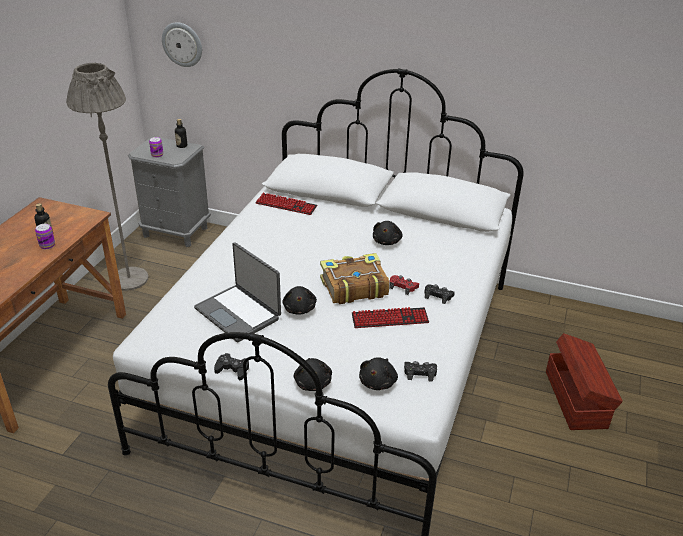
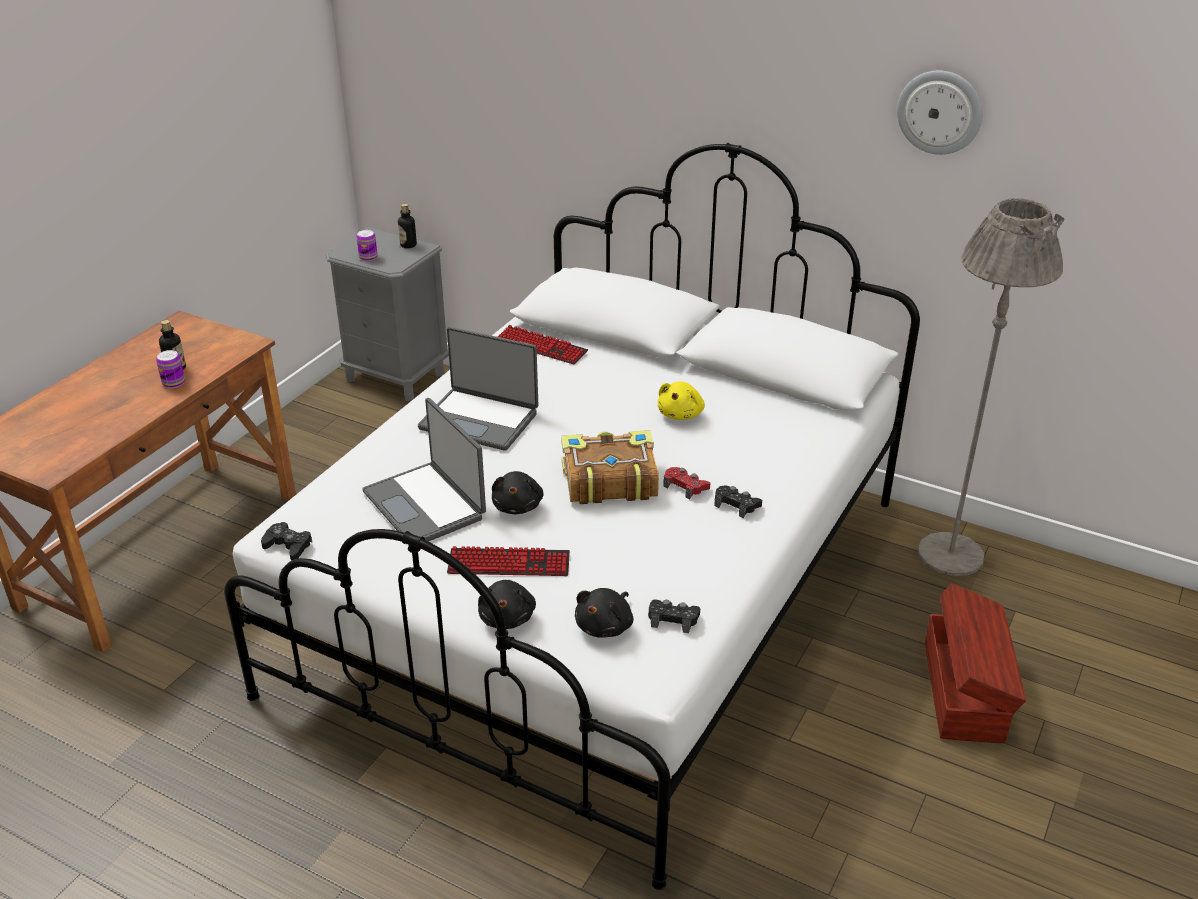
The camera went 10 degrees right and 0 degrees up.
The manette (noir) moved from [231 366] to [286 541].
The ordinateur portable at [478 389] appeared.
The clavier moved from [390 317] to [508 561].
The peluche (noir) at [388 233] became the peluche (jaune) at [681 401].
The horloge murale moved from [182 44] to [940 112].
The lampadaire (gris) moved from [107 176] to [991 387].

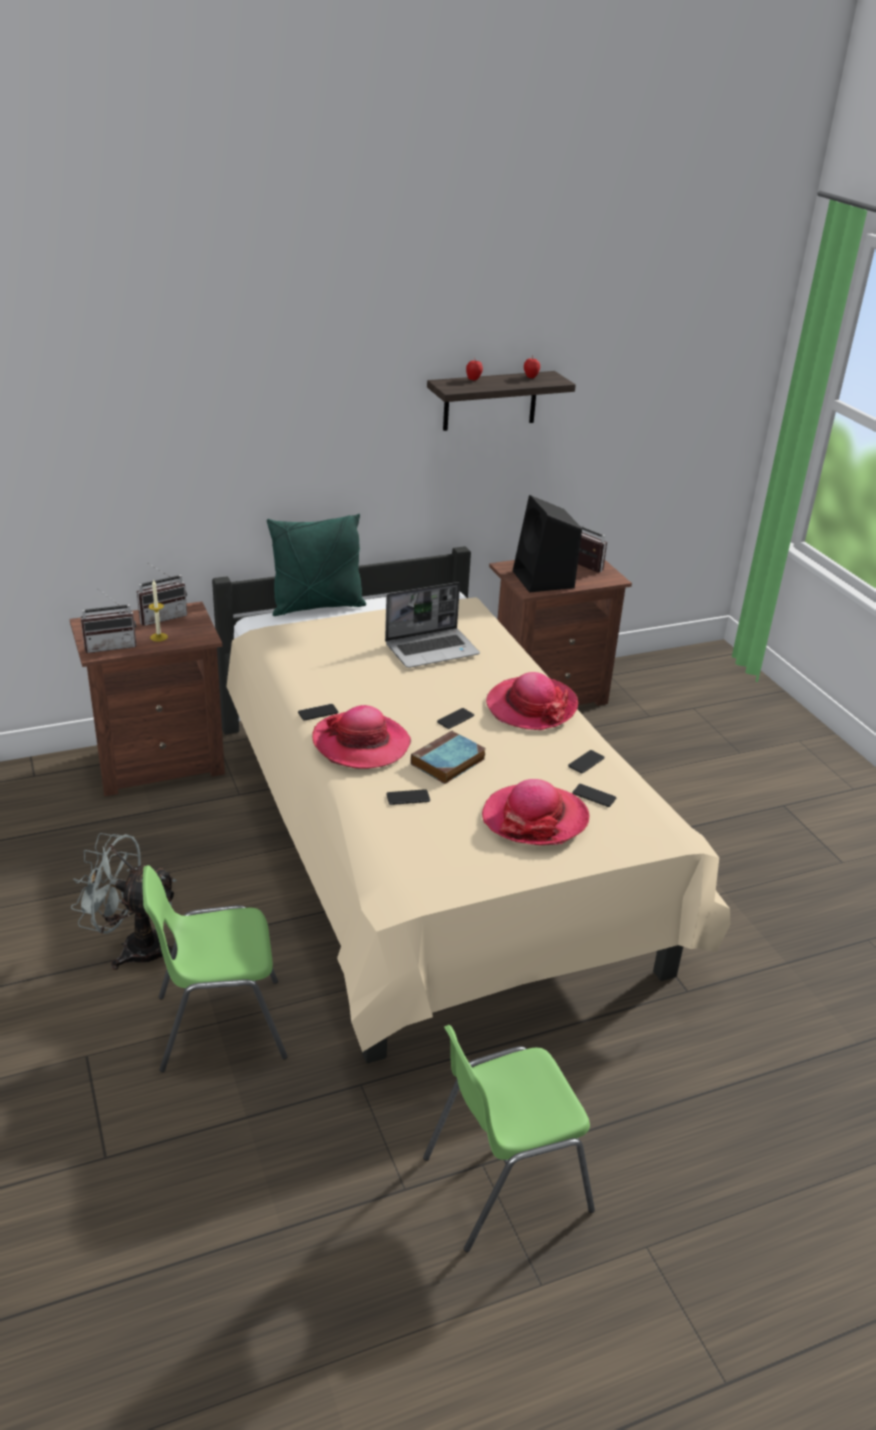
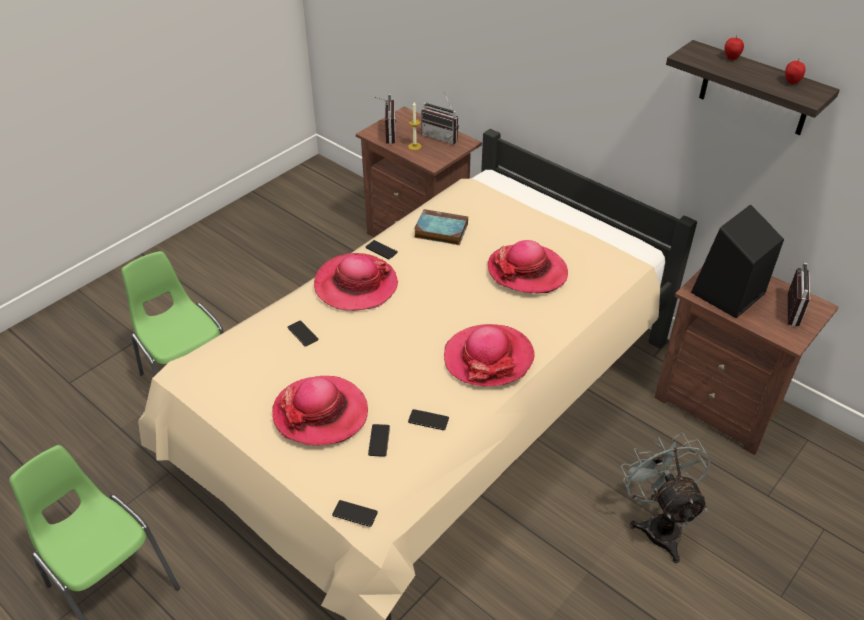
The camera went 65 degrees right and 10 degrees up.
The téléphone moved from [455 718] to [355 513].
The radio at [109 620] turned 135 degrees counterclockwise.
The livre moved from [448 757] to [441 227].
The ordinateur portable at [432 625] was replaced by the chapeau at [528 266].
The ventilateur (gris) moved from [123 901] to [665 497].
The coussin (vert) at [316 565] disappeared.

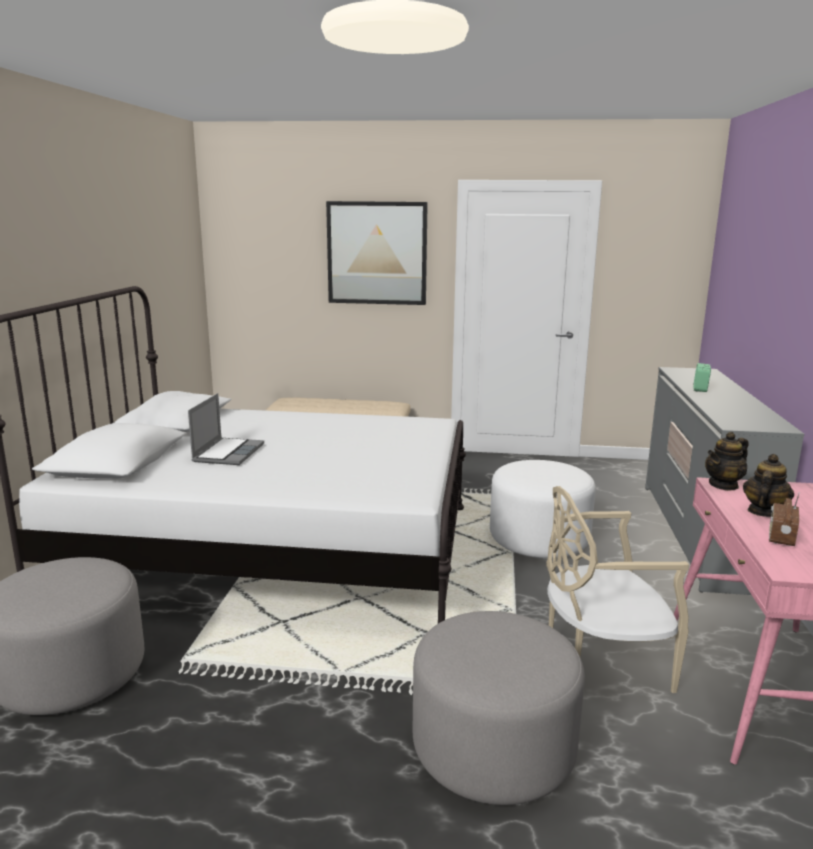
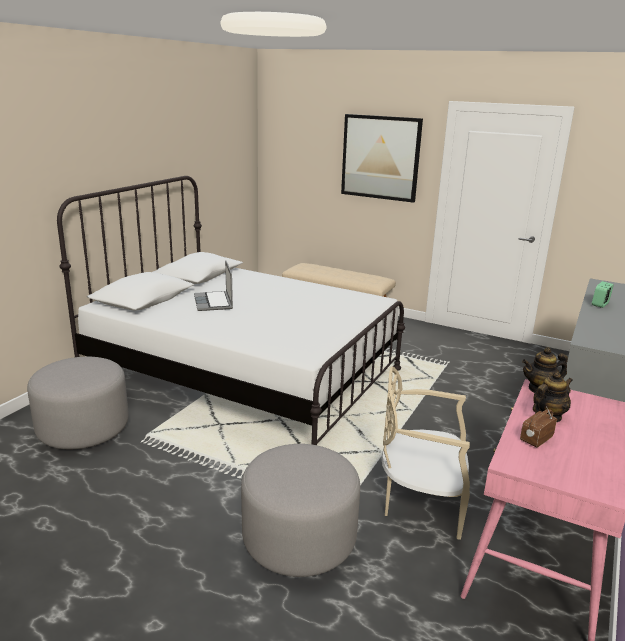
The camera went 20 degrees right and 5 degrees up.
The ordinateur portable at [226 429] turned 135 degrees clockwise.
The pouf (blanc) at [543 509] disappeared.

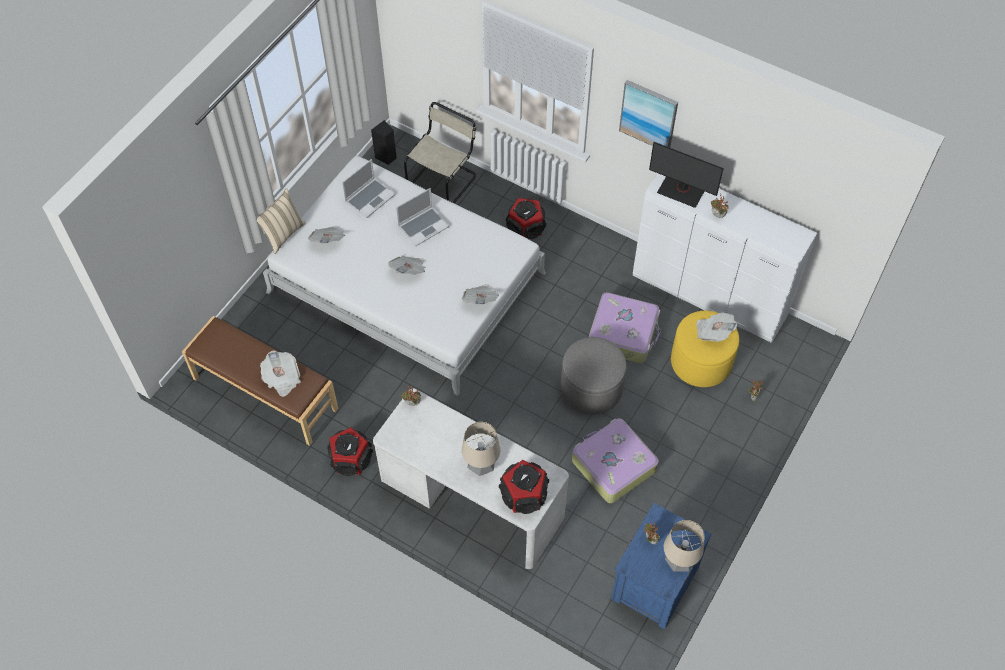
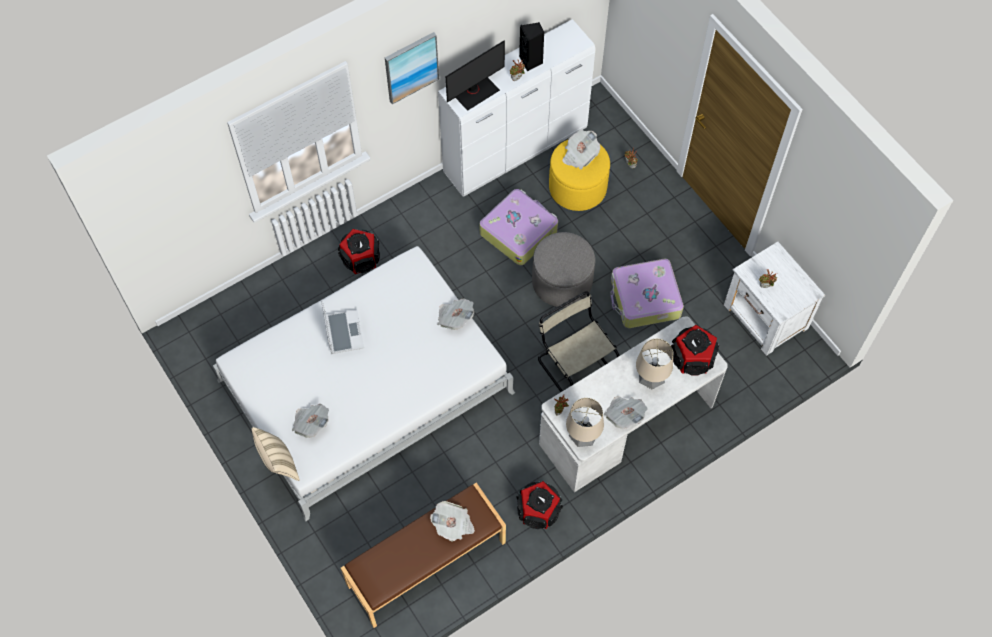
The camera went 65 degrees left and 5 degrees up.
The enceinte (noir) moved from [384 142] to [532 46].
The chaise (beige) moved from [440 152] to [578 341].
The lampe de table moved from [684 546] to [585 422].
The journal moved from [407 265] to [626 412].
The table de chevet (bleu) at [661 566] became the table de chevet (blanc) at [775 299].
The ordinateur portable at [368 188] disappeared.

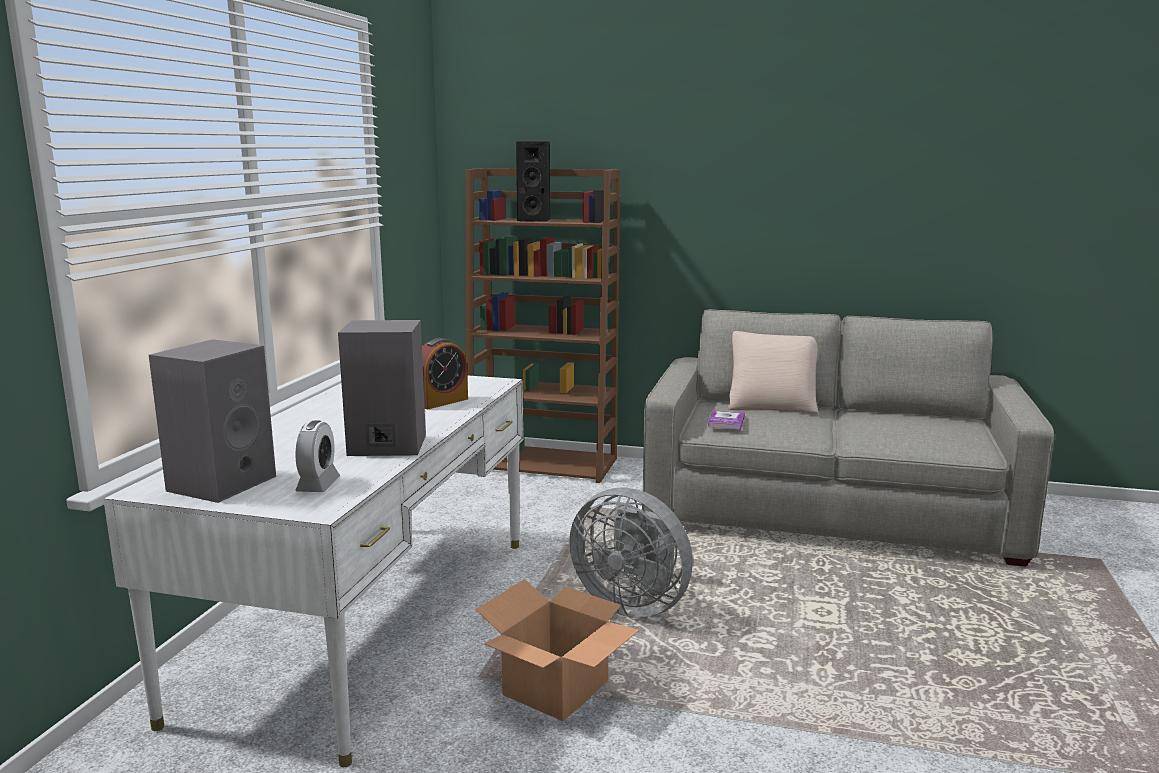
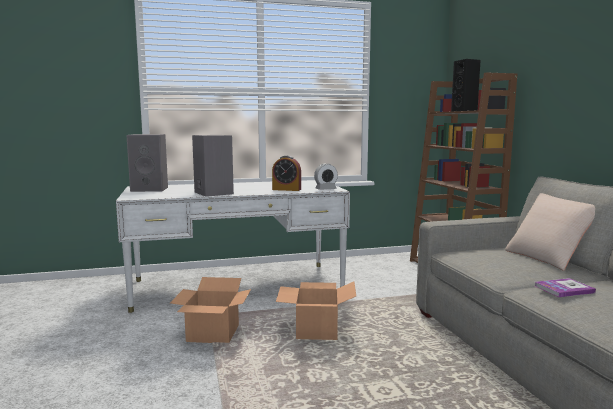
The camera went 60 degrees right and 5 degrees down.
The ventilateur (gris) at [631 552] was replaced by the carton at [316 311].
The réveil moved from [317 456] to [326 176].
The livre moved from [726 420] to [565 287].

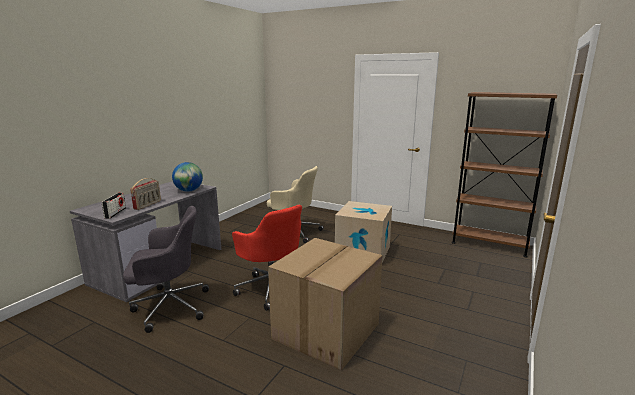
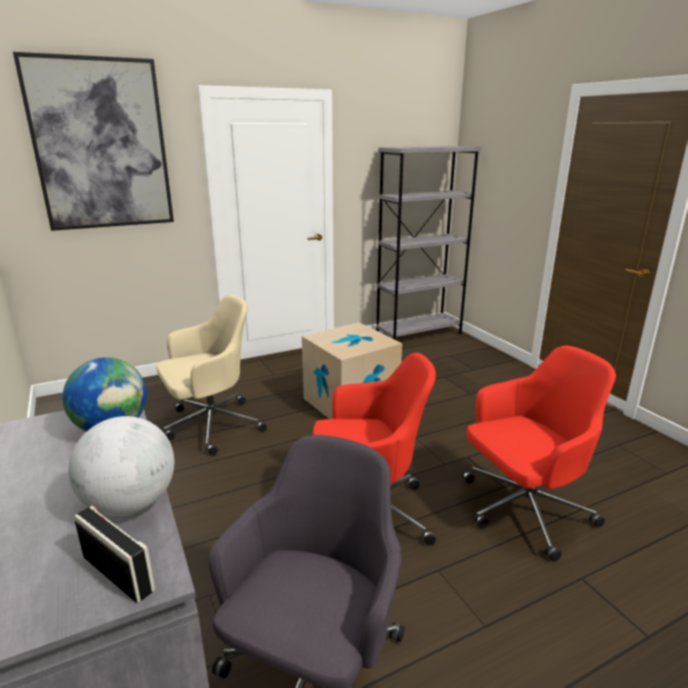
The camera went 55 degrees left and 5 degrees up.
The tableau at [93 141] appeared.
The radio at [145 194] was replaced by the globe at [121 466].
The bibliothèque (marron) at [504 174] became the bibliothèque (gris) at [428 243].
The carton at [325 304] was replaced by the chaise de bureau (rouge) at [539 453].

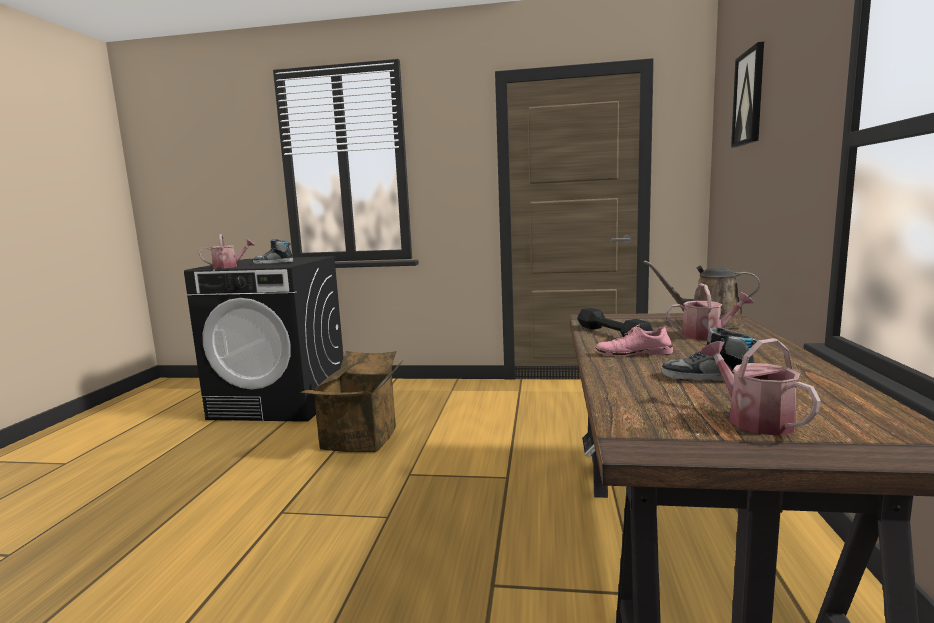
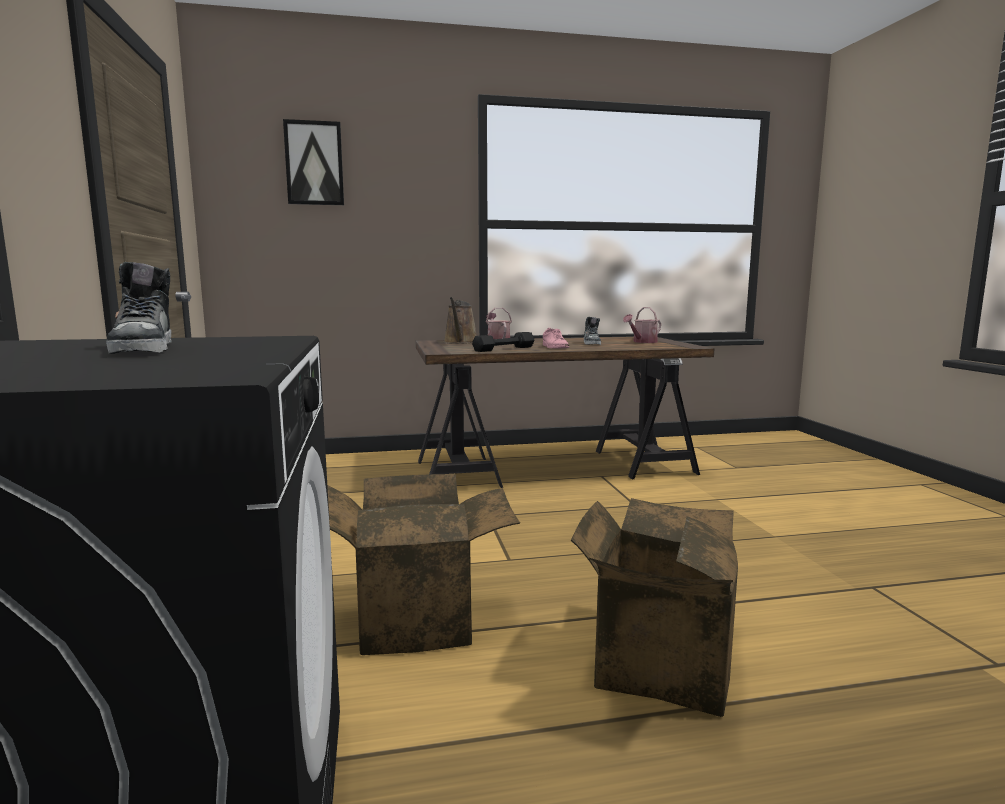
The camera went 110 degrees left and 0 degrees up.
The carton at [654 607] appeared.
The arrosoir at [227 251] disappeared.

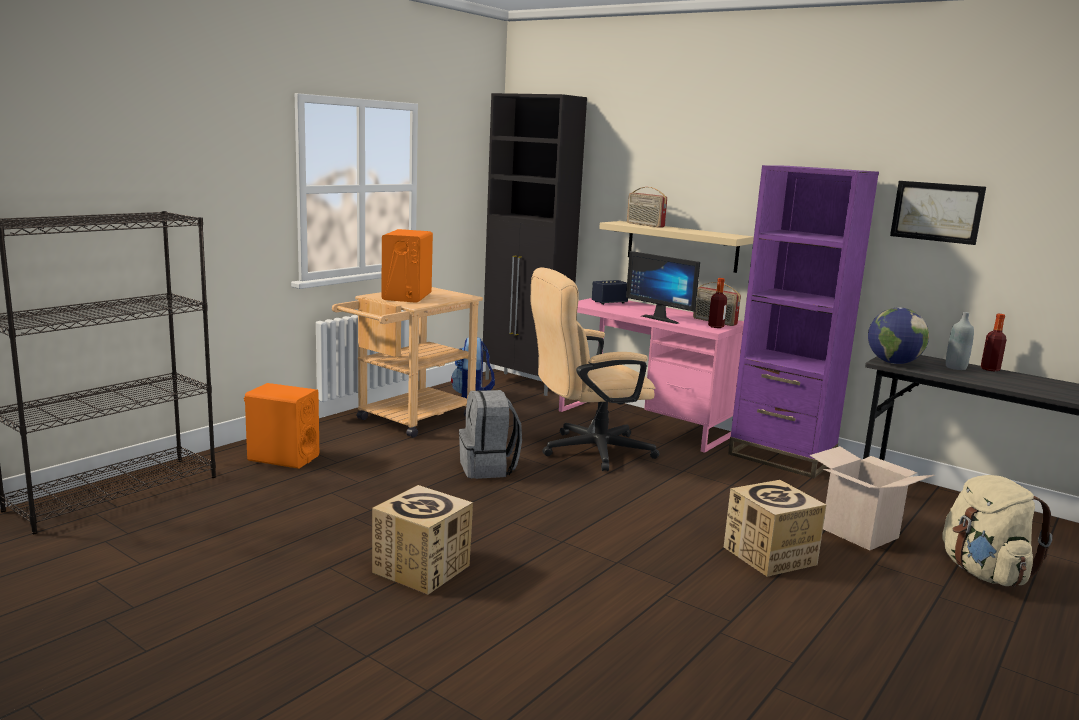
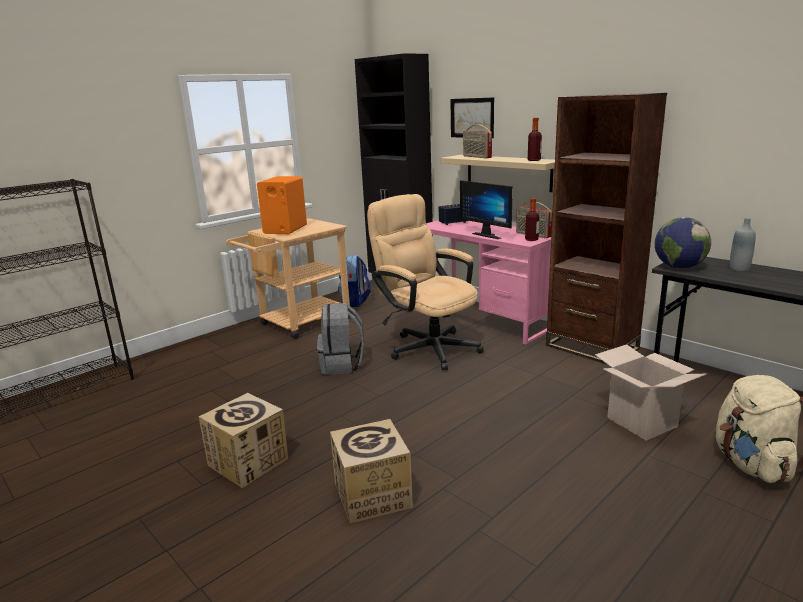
The camera went 10 degrees right and 5 degrees up.
The carton moved from [775 528] to [371 471].
The chaise de bureau (beige) at [595 369] turned 60 degrees clockwise.
The tableau moved from [938 213] to [472 117].
The bouteille moved from [994 343] to [535 139].
The bibliothèque (violet) at [803 321] became the bibliothèque (marron) at [606 229].
The enceinte (orange) at [281 426] disappeared.

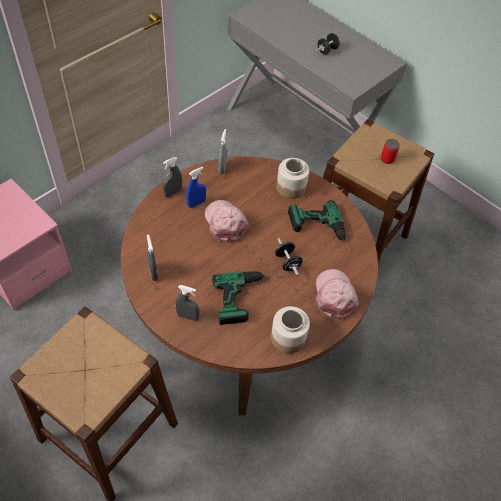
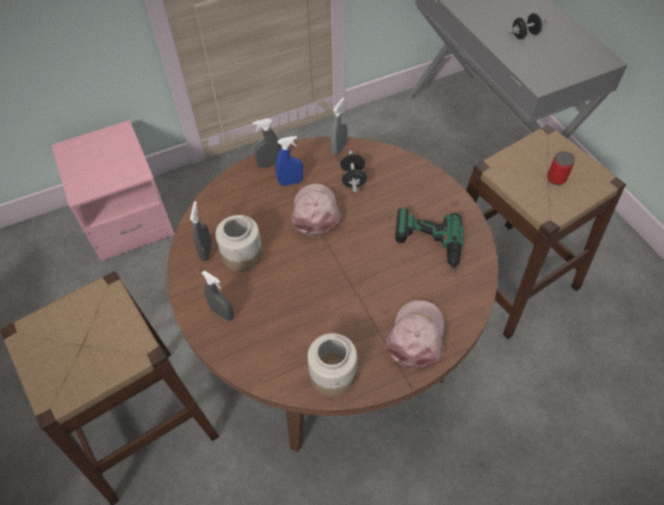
The camera went 25 degrees right and 0 degrees up.
The bocal moved from [292 178] to [239 243].
The haltère (noir) moved from [289 257] to [353 171].
The perceuse at [243 298] disappeared.

